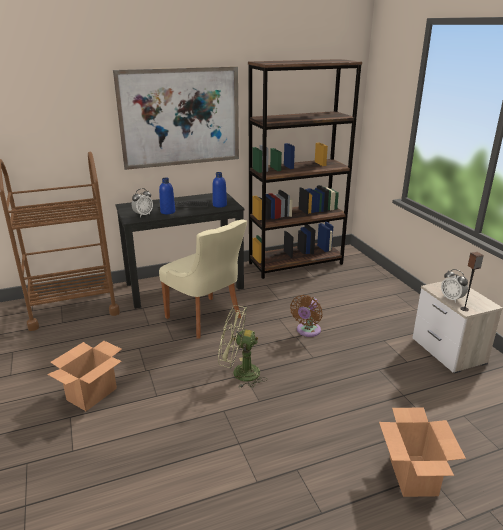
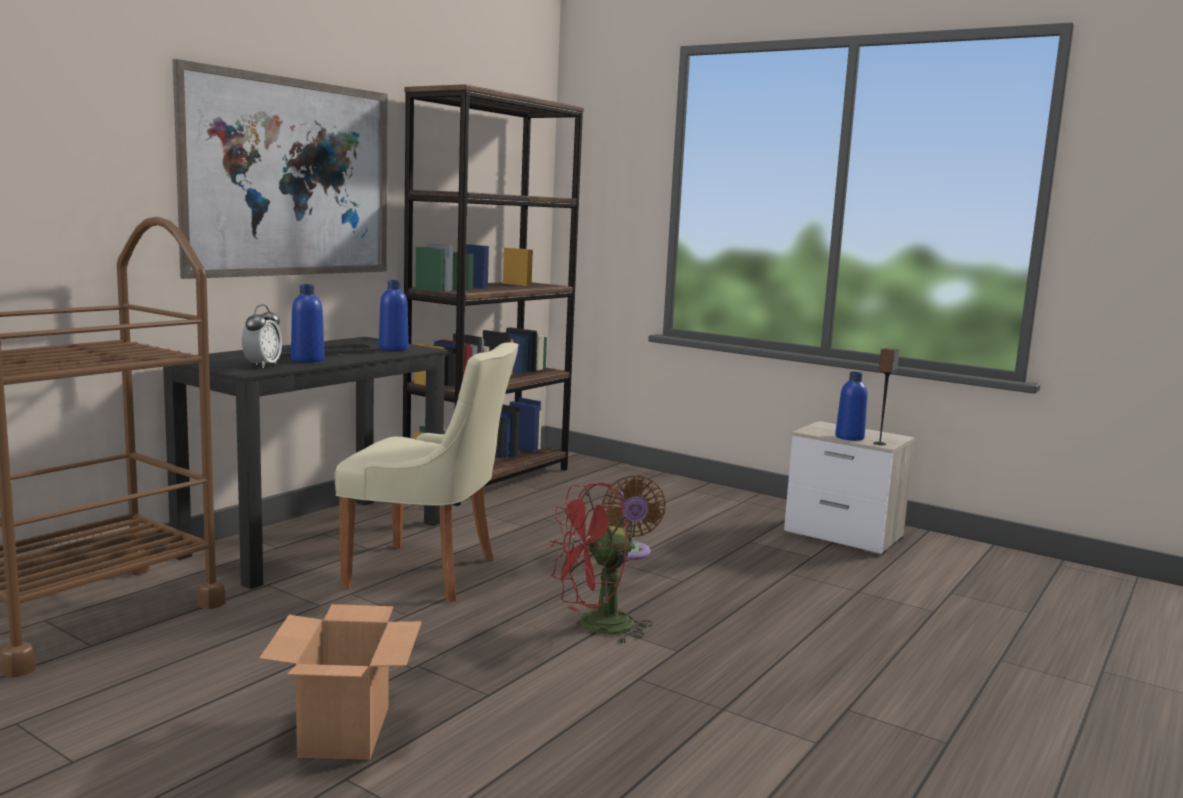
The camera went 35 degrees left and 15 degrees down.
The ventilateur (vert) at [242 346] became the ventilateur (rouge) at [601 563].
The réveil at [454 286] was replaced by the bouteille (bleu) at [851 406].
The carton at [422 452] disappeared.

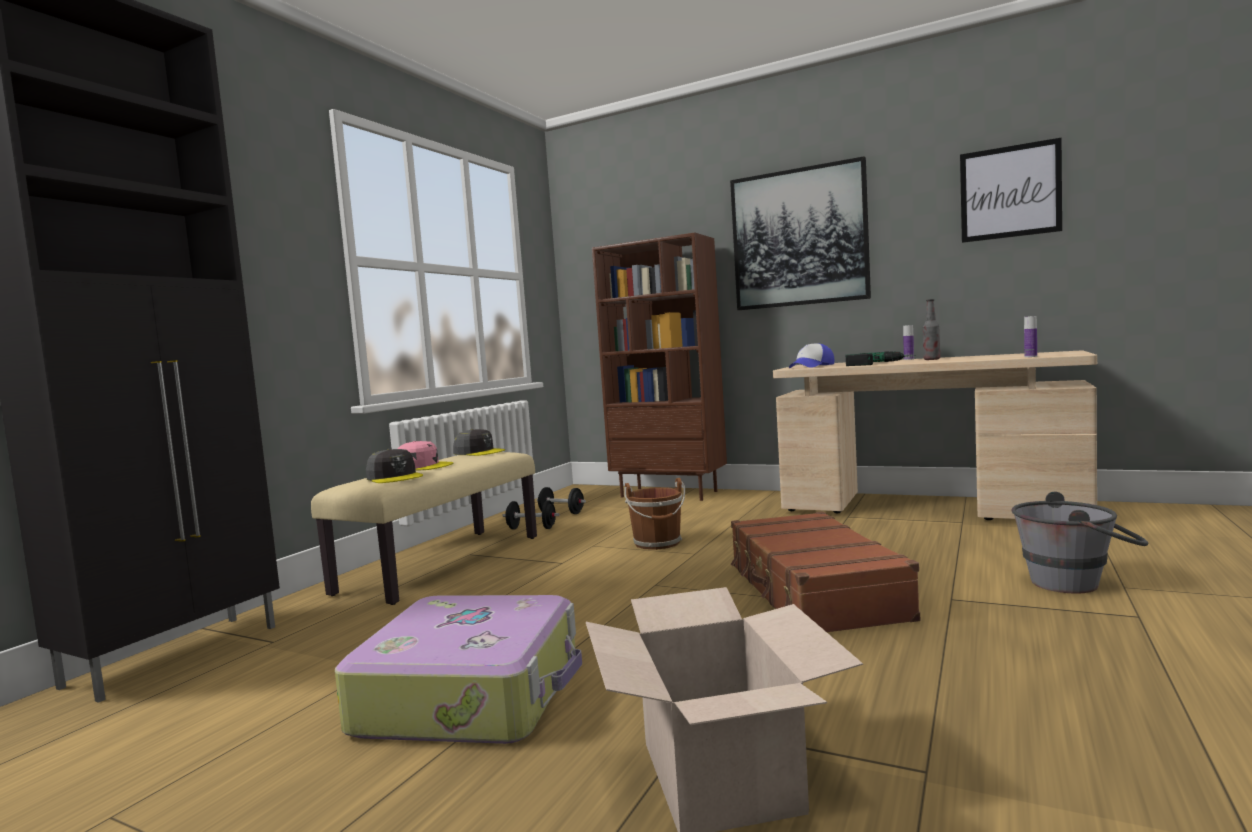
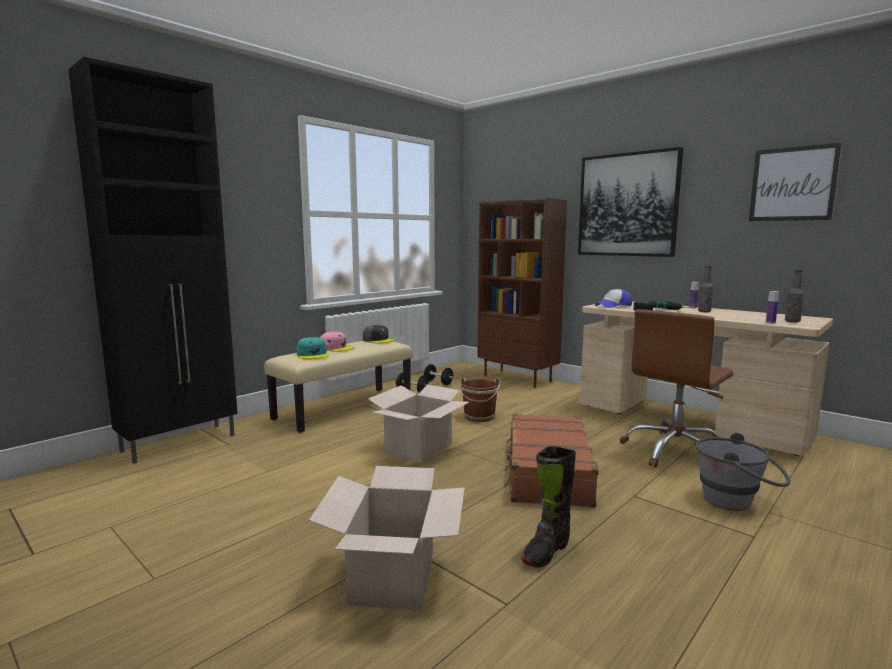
The camera went 15 degrees right and 5 degrees up.
The casquette (gris) at [394 466] became the casquette (turquoise) at [312 348].
The carton at [418 424] appeared.
The botte (noir) at [548 507] appeared.
The chaise de bureau (marron) at [677 388] appeared.
The bouteille at [794 296] appeared.
The valise at [458 669] disappeared.

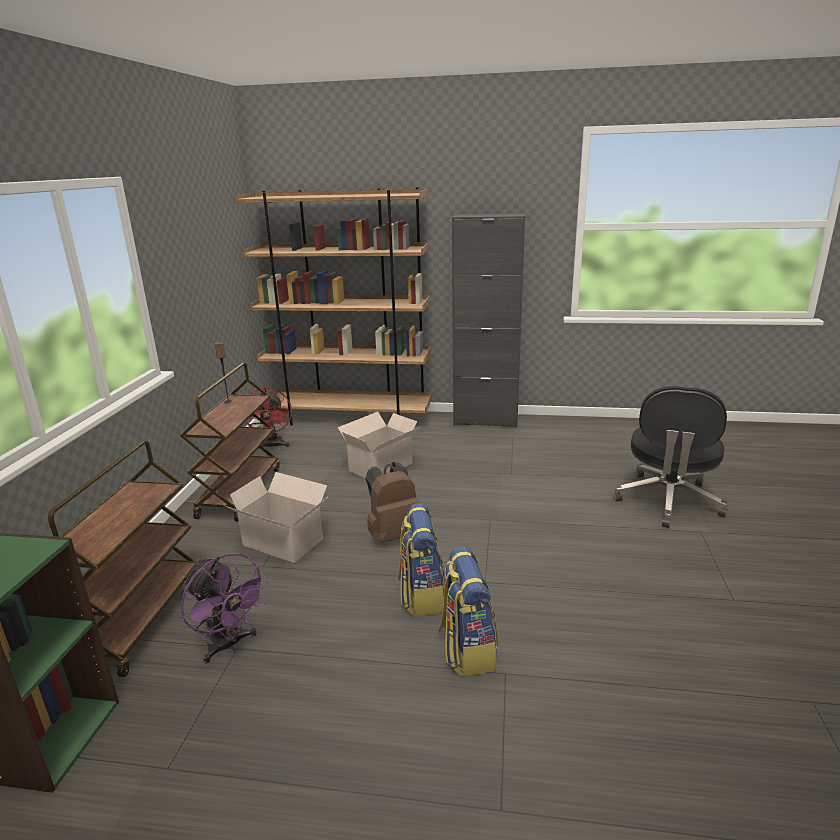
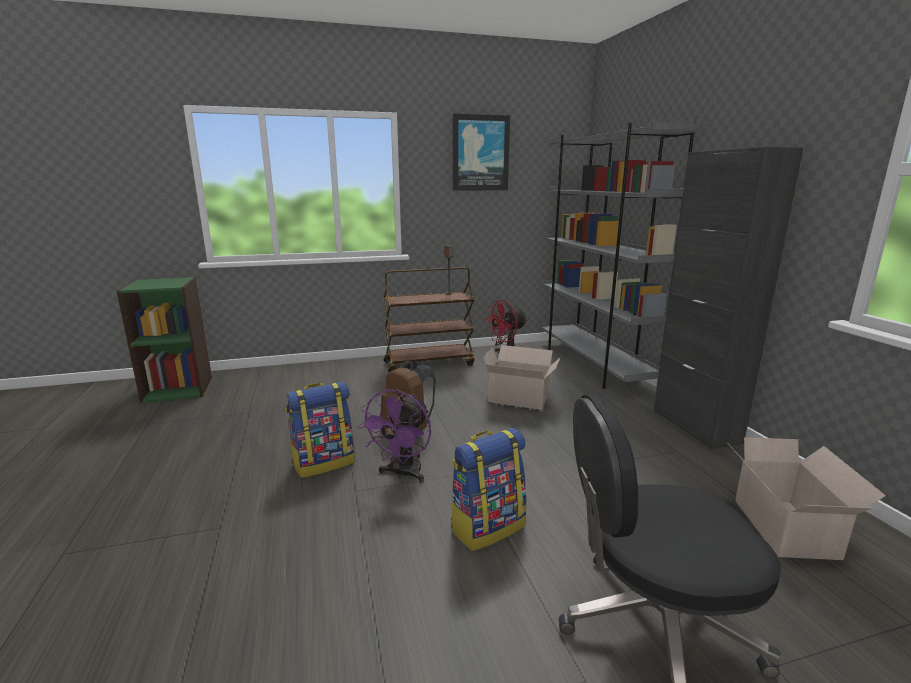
The camera went 65 degrees right and 5 degrees down.
The ventilateur (violet) moved from [225 608] to [394 436].
The sac à dos moved from [468 611] to [489 489].
The tableau at [481 152] appeared.
The bibliothèque (marron) at [333 306] became the bibliothèque (gris) at [621 255].
The carton moved from [275 517] to [807 498].
The chariot (marron) at [123 559] disappeared.

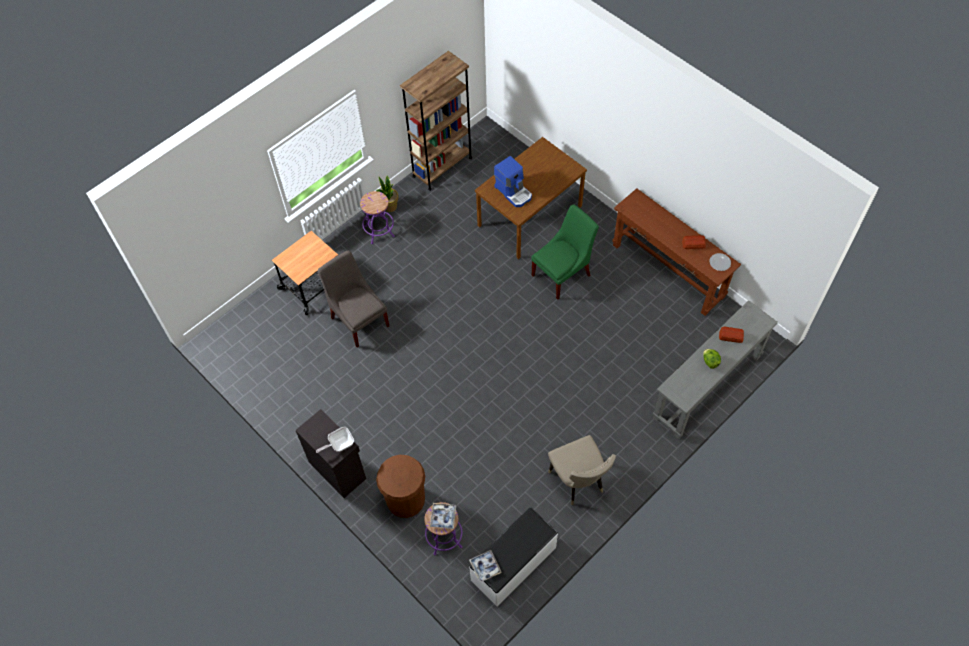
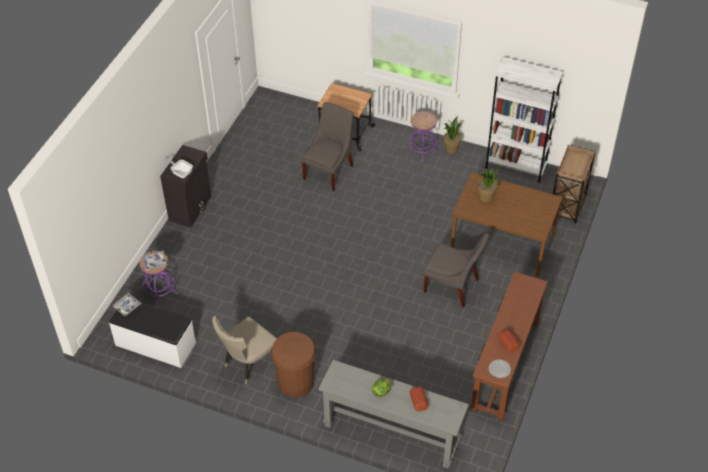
The camera went 65 degrees right and 10 degrees down.
The poubelle (marron) moved from [400 486] to [293 365].
The chaise (vert) at [565 252] became the chaise (gris) at [456 270].
The machine à café at [513 181] was replaced by the plante en pot at [488 185].
The bibliothèque (marron) at [436 121] became the bibliothèque (blanc) at [524 120].
The chariot (marron) at [574 183] appeared.

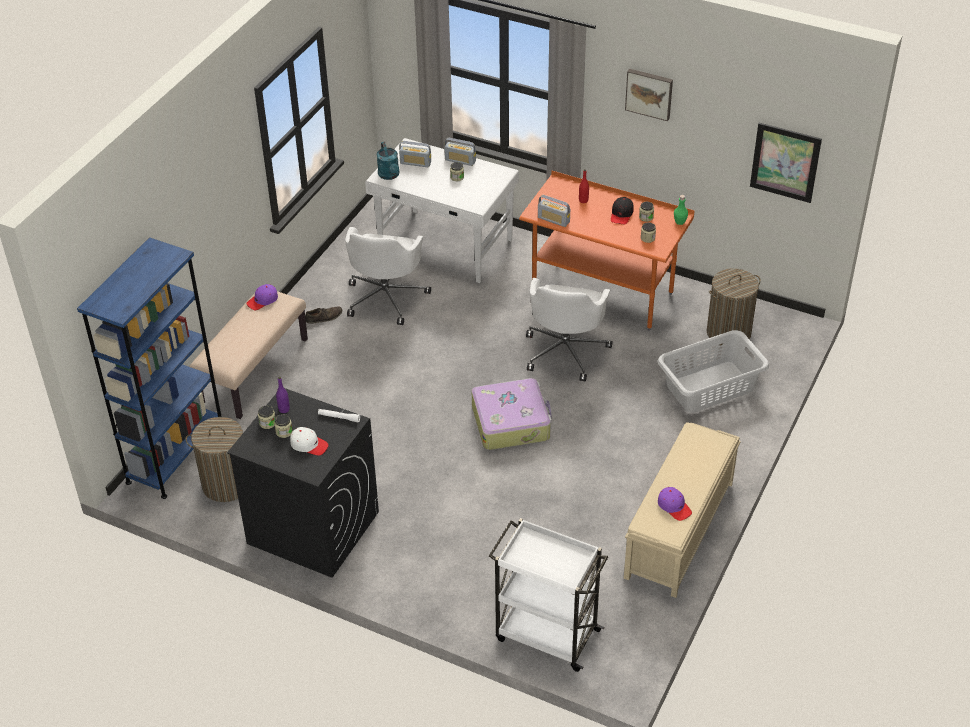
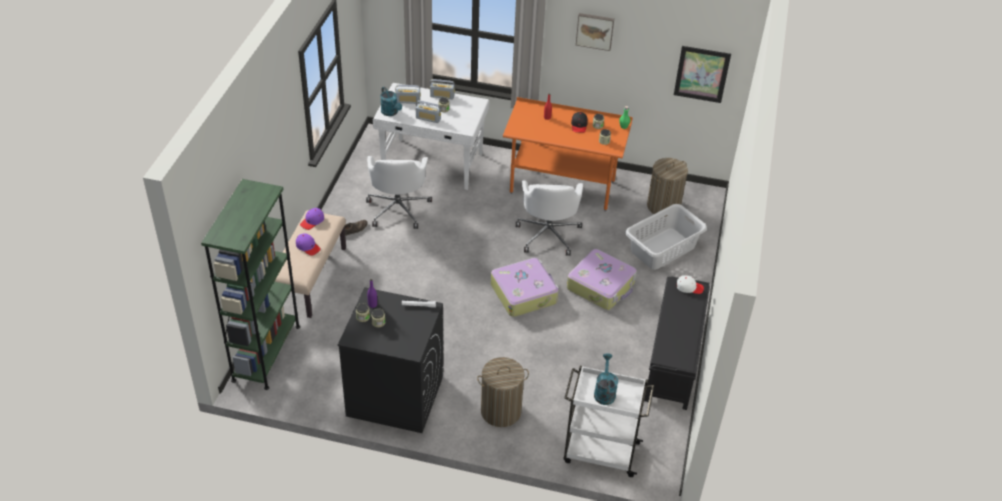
The camera went 15 degrees left and 0 degrees up.
The bibliothèque (bleu) at [149 368] became the bibliothèque (vert) at [250 284].
The casquette (violet) moved from [675 504] to [308 244].
The radio moved from [554 211] to [428 111].
The panier à linge moved from [214 459] to [503 392].
The valise at [602 279] appeared.
The arrosoir (turquoise) at [606 379] appeared.
The banc (beige) at [682 510] became the banc (noir) at [677 343].
The casquette (blanc) moved from [309 441] to [690 284].

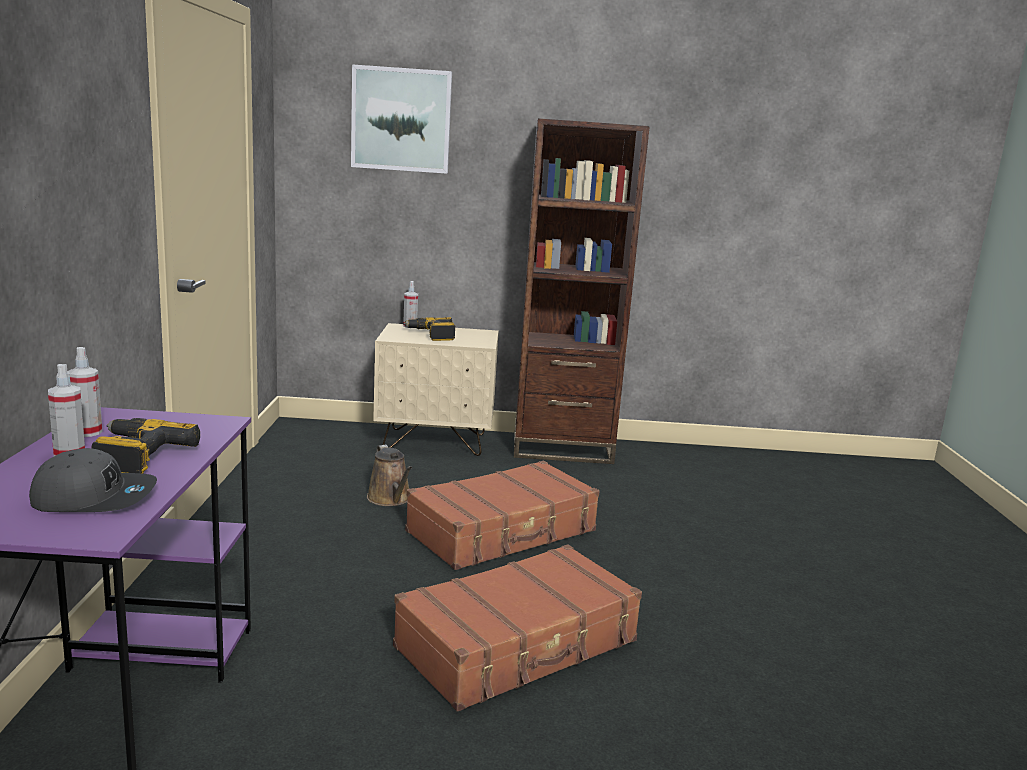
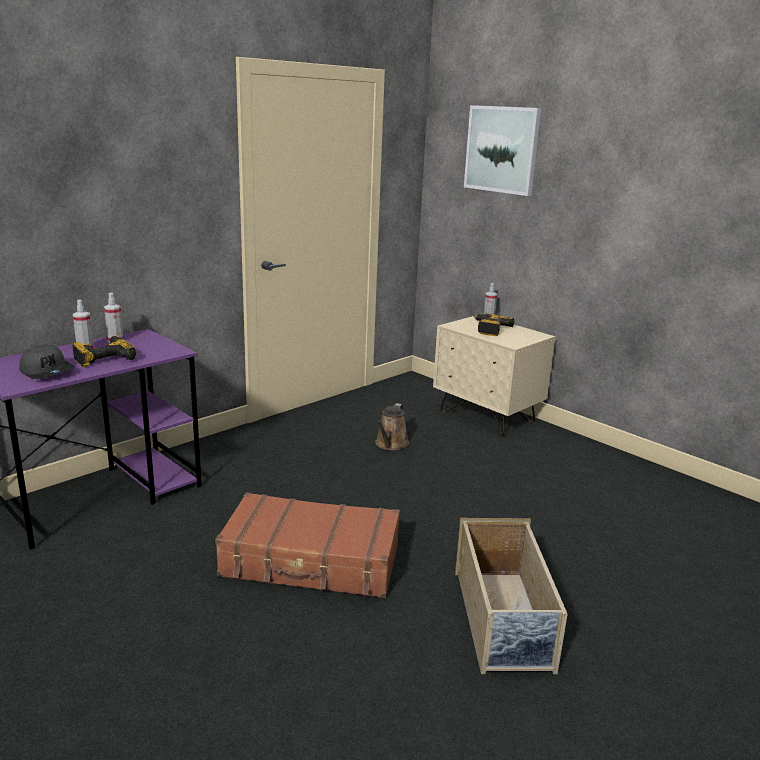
The camera went 45 degrees right and 5 degrees up.
The boîte de rangement (beige) at [511 596] appeared.
The valise (marron) at [502 515] disappeared.
The bibliothèque (marron) at [582 291] disappeared.

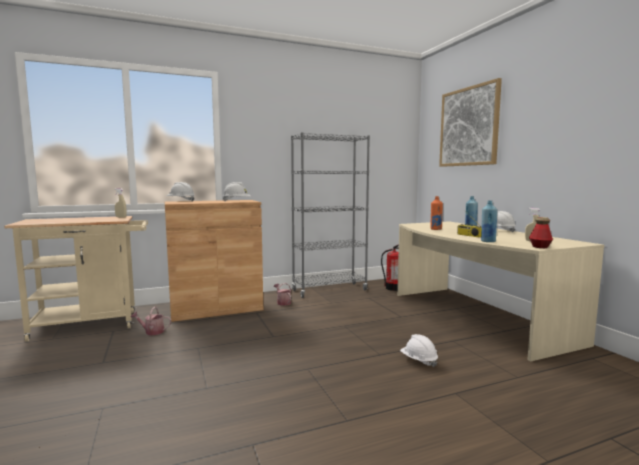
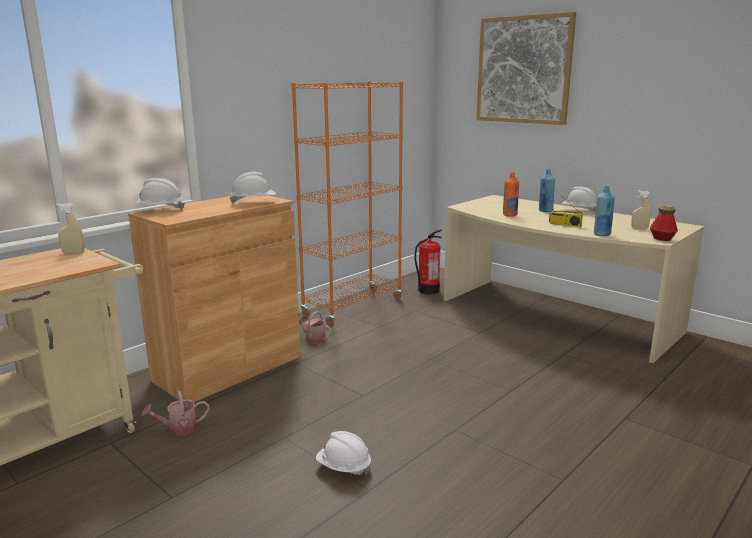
The camera went 25 degrees left and 10 degrees up.
The bibliothèque (gris) at [330 215] became the bibliothèque (orange) at [347 204].
The casque de chantier (blanc) moved from [419 350] to [343 453].

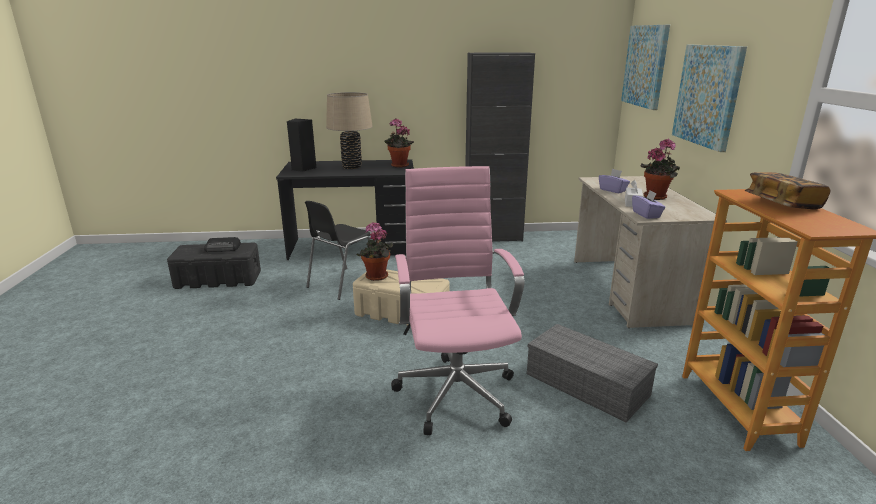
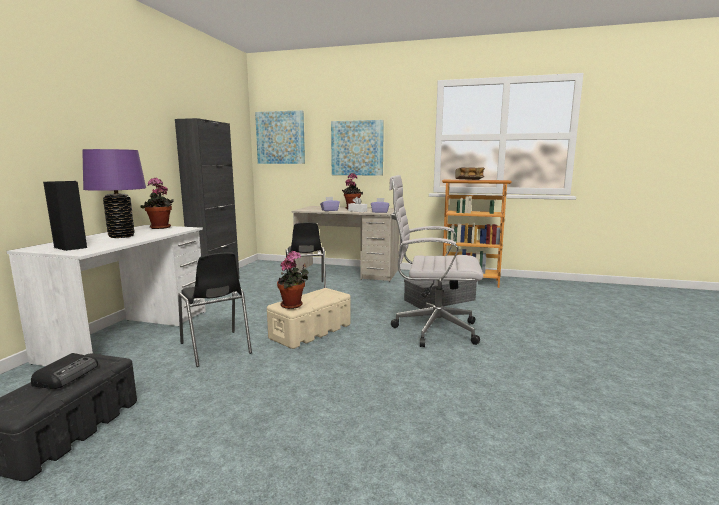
The camera went 70 degrees left and 10 degrees down.
The bureau (noir) at [345 209] became the bureau (blanc) at [106 295].
The lampe de table (beige) at [349 130] became the lampe de table (violet) at [114 193].
The chaise (noir) at [306 255] appeared.
The chaise de bureau (rose) at [458 300] became the chaise de bureau (blanc) at [436 261].

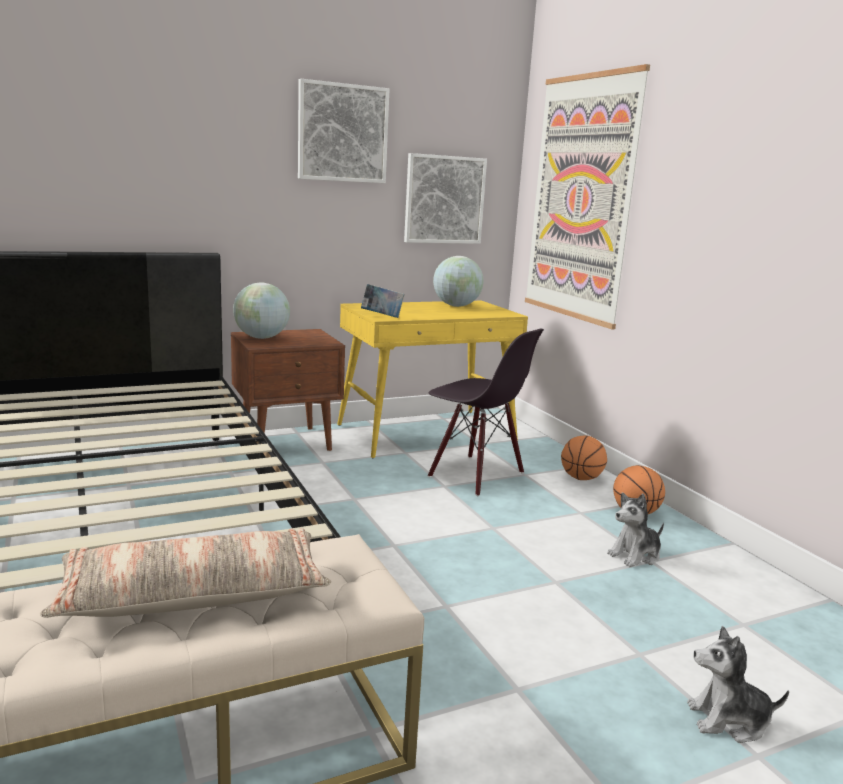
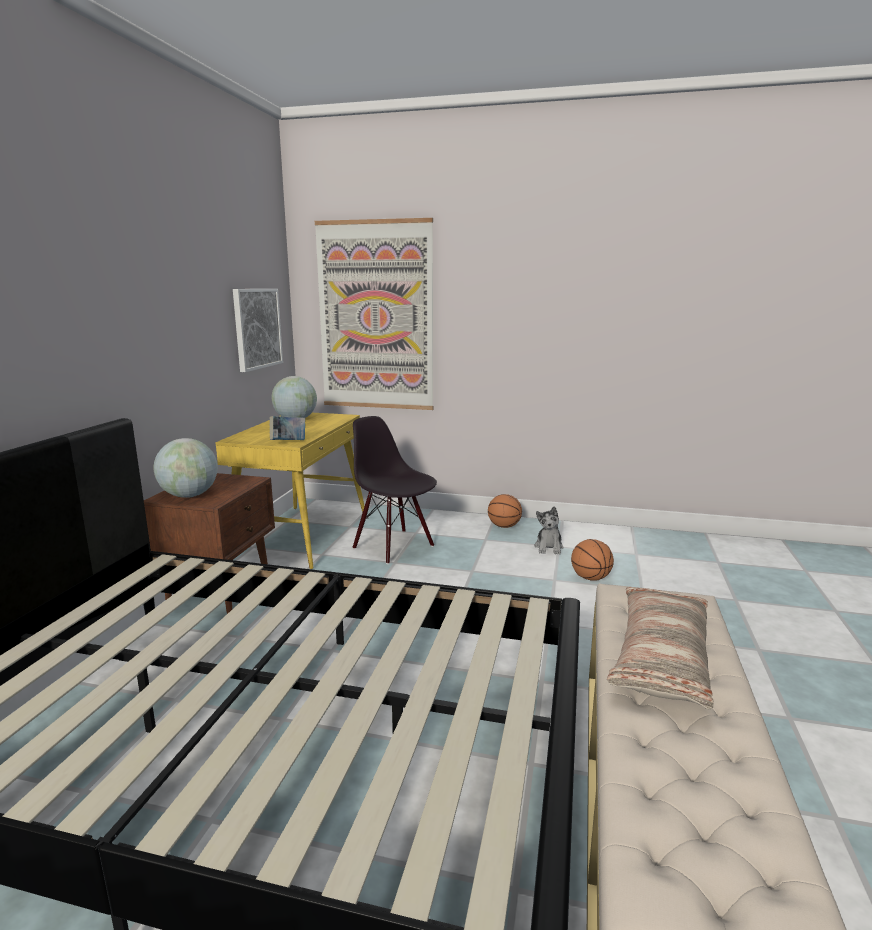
The camera went 50 degrees left and 0 degrees up.
The chaise (noir) at [486 412] turned 120 degrees counterclockwise.
The ballon de basket moved from [584 458] to [592 560].
The tableau at [343 131] disappeared.
The peluche at [738 684] disappeared.

